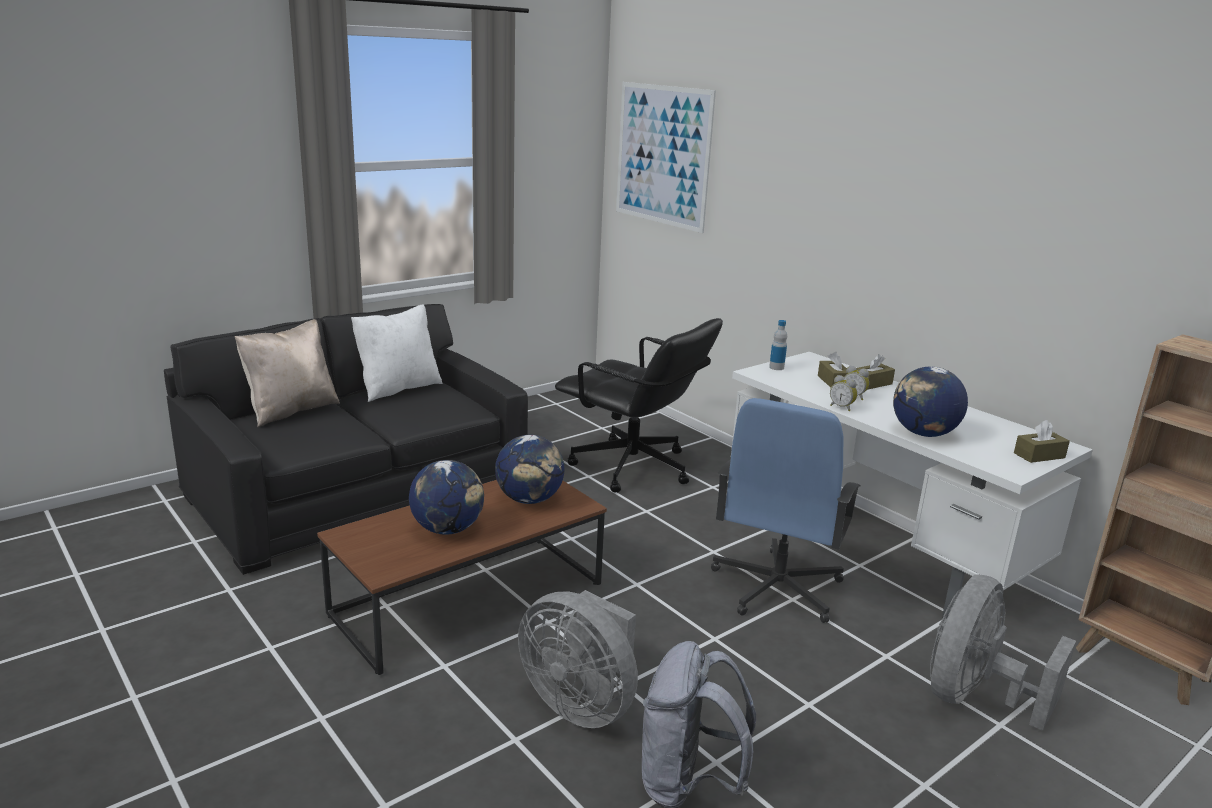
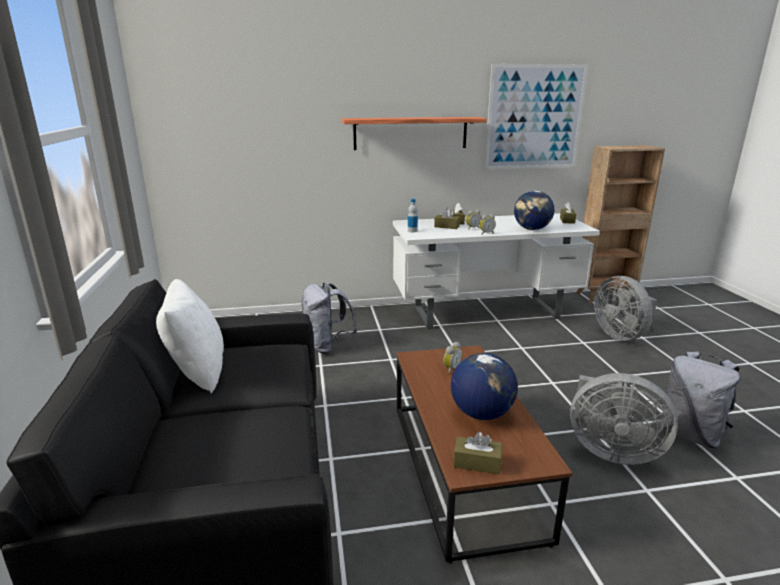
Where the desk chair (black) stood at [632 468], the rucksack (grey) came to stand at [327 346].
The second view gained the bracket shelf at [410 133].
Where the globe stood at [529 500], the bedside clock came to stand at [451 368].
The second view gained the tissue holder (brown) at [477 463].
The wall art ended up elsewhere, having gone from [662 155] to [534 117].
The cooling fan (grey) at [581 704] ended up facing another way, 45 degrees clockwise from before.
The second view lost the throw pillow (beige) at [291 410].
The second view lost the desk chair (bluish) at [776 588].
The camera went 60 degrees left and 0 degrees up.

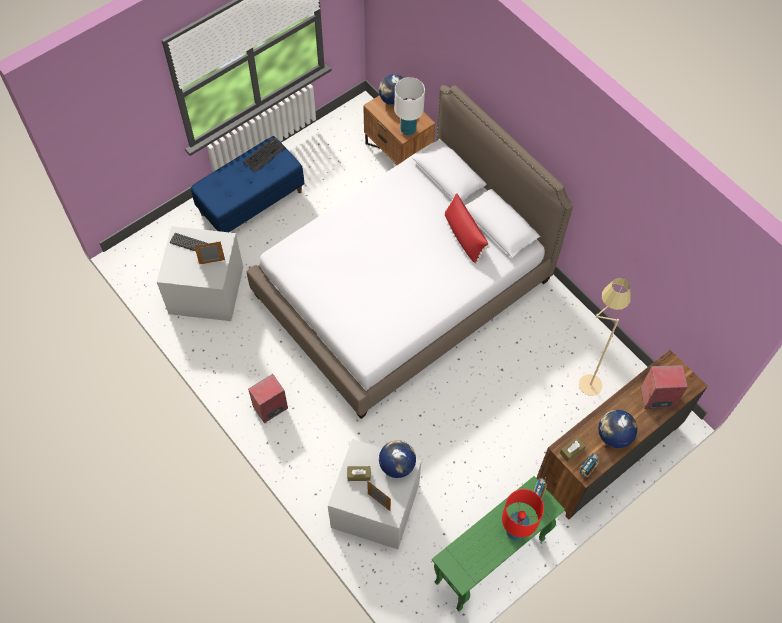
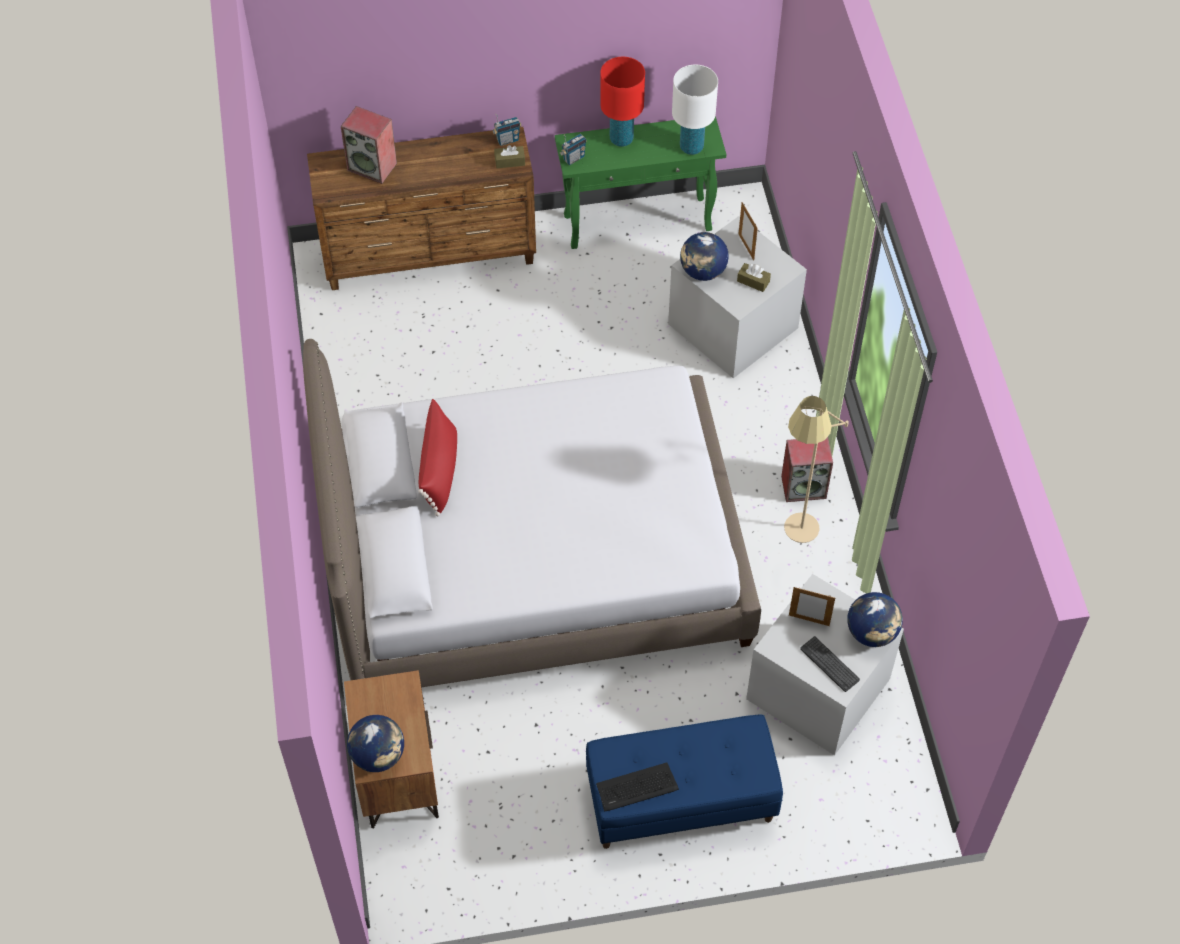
The tabletop lamp (white-coloured) ended up elsewhere, having gone from [408 129] to [691 147].
The standing lamp (beige) ended up elsewhere, having gone from [588 375] to [796 540].
The globe ended up elsewhere, having gone from [613 436] to [872 633].
The camera went 150 degrees left and 5 degrees down.

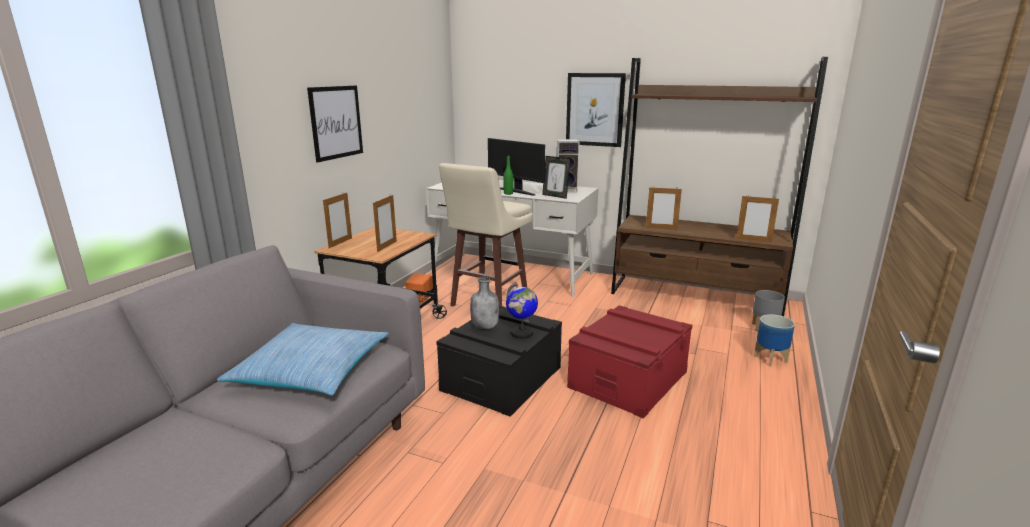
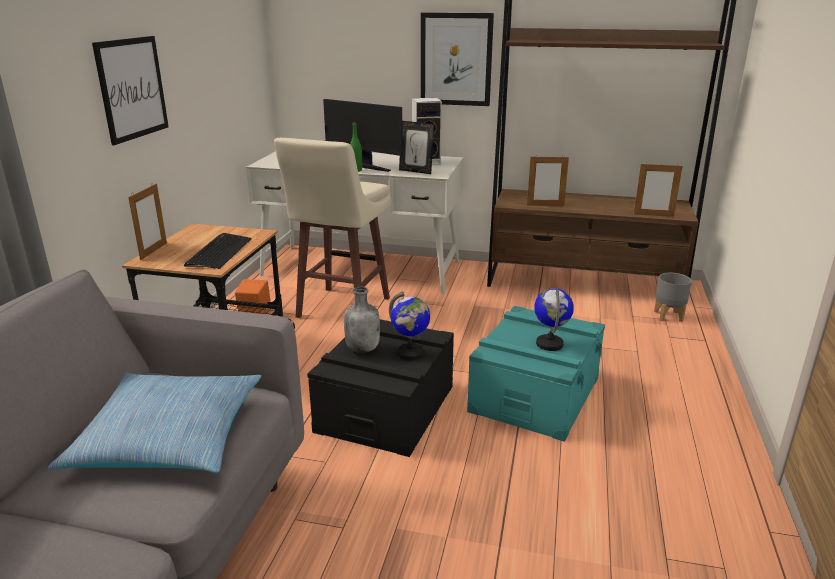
Where the picture frame stood at [387 246], the keyboard came to stand at [219 252].
What was the storage box (red-coloured) at [628 379] turned into the storage box (turquoise-coloured) at [535 394].
The second view gained the globe at [550 344].
The second view lost the flower pot at [770 359].
The camera went 10 degrees left and 5 degrees up.

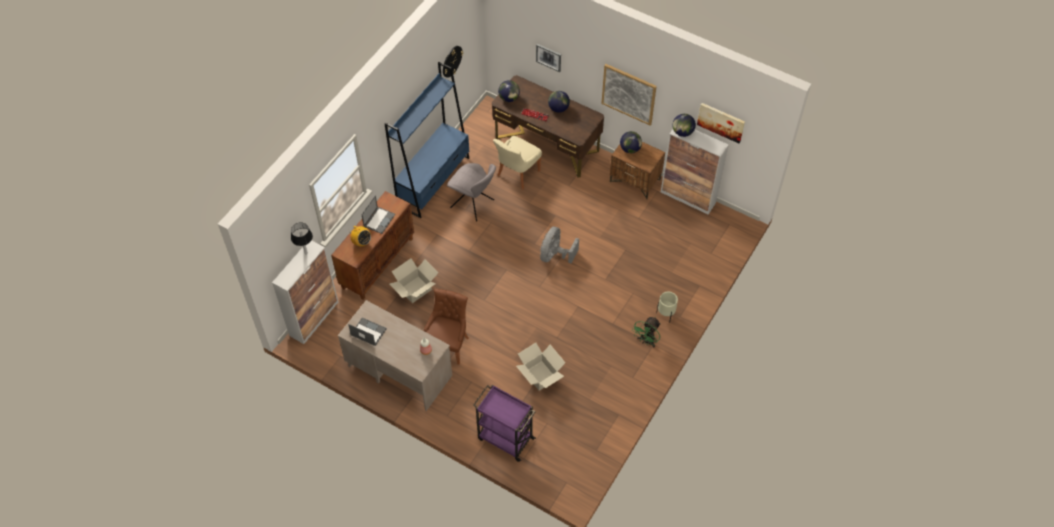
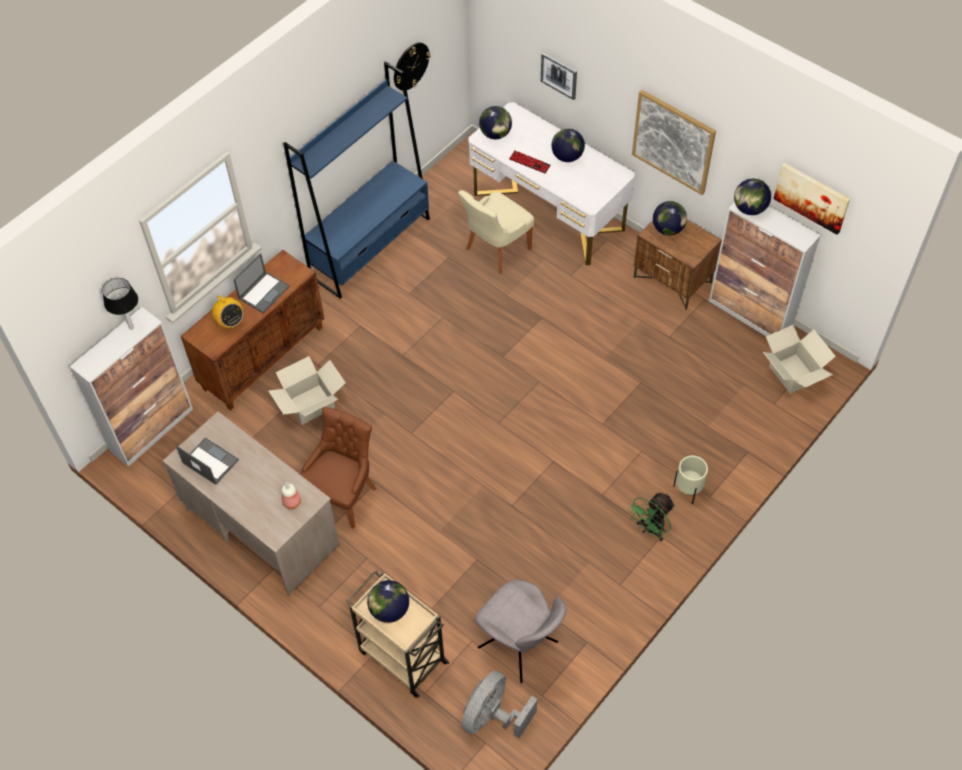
What was the cart (purplish) at [505 438] turned into the cart (beige) at [401 655].
The second view gained the globe at [389 609].
The cooling fan (grey) ended up elsewhere, having gone from [555 255] to [493 716].
What was the desk table (brown) at [547 144] turned into the desk table (white-coloured) at [548 211].
The plain chair (grey) ended up elsewhere, having gone from [473 204] to [520 647].
The packing box ended up elsewhere, having gone from [540 375] to [792 374].
The camera went 10 degrees right and 0 degrees up.

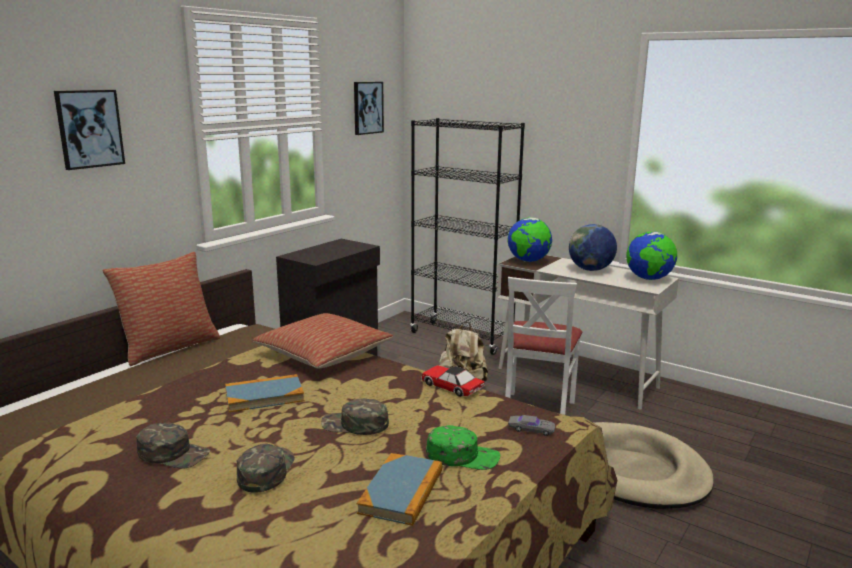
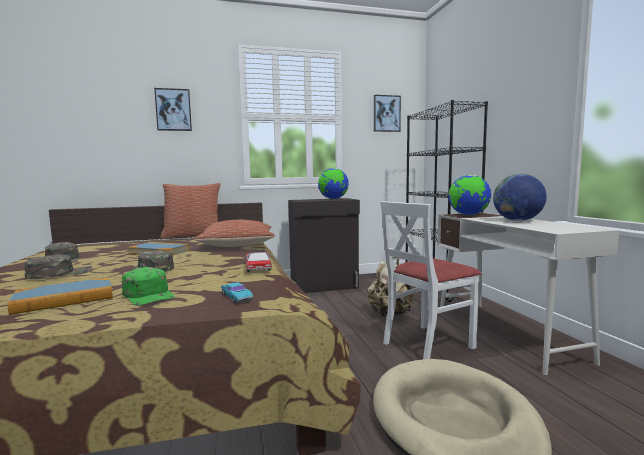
What was the miniature car (grey) at [531 429] turned into the miniature car (turquoise-coloured) at [236 296].
The globe ended up elsewhere, having gone from [648 279] to [333 199].
The camera went 40 degrees right and 10 degrees down.

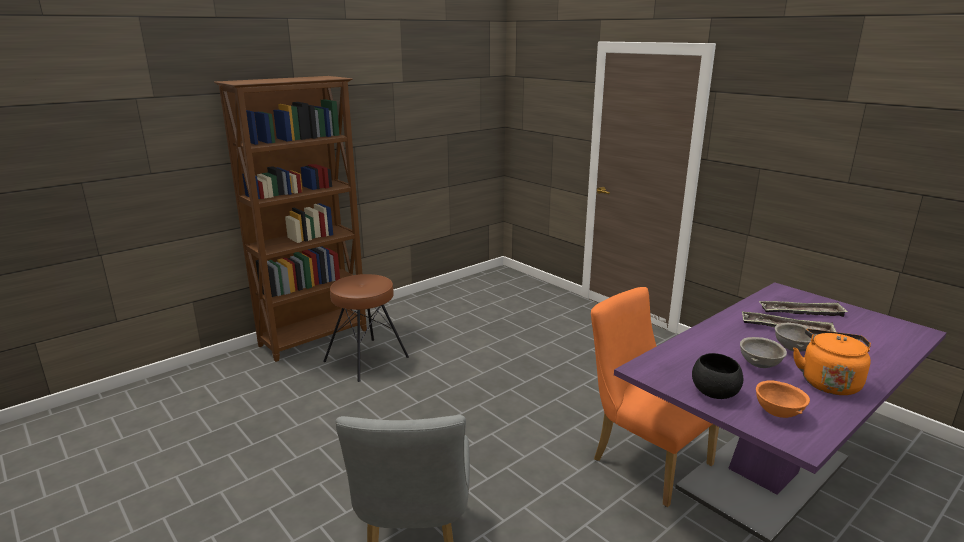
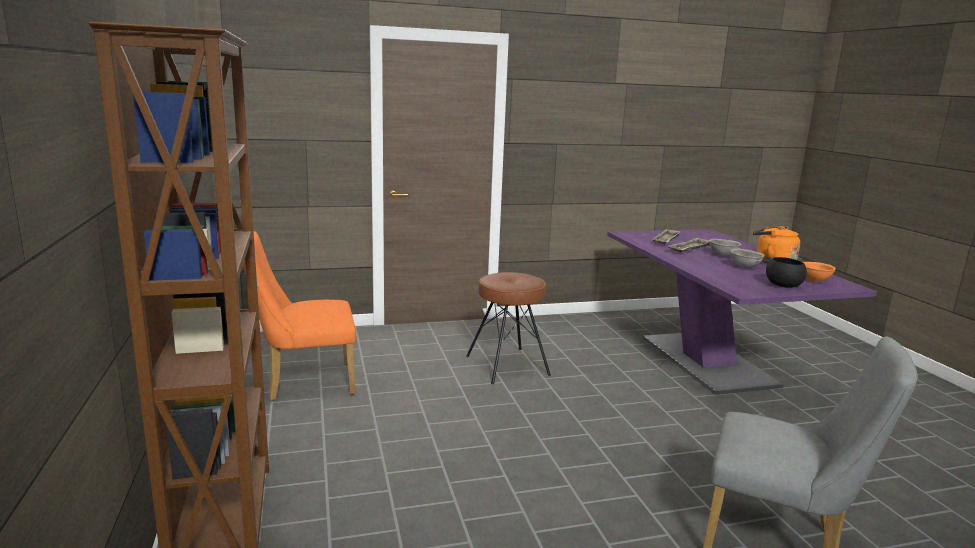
The plain chair (orange-coloured) ended up elsewhere, having gone from [644 460] to [303 382].
The sitting stool (brown) ended up elsewhere, having gone from [367 359] to [507 365].
The camera went 65 degrees left and 5 degrees down.

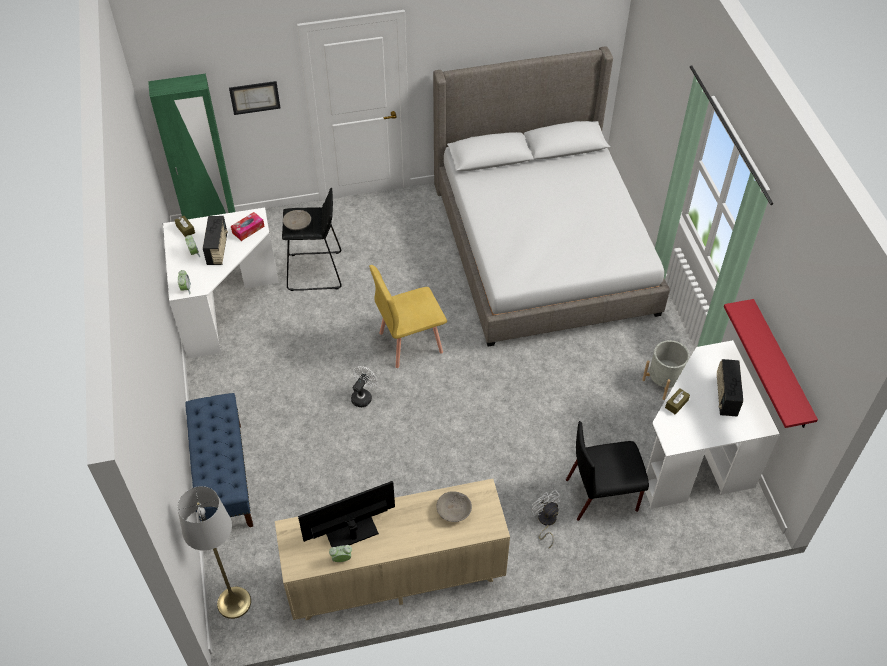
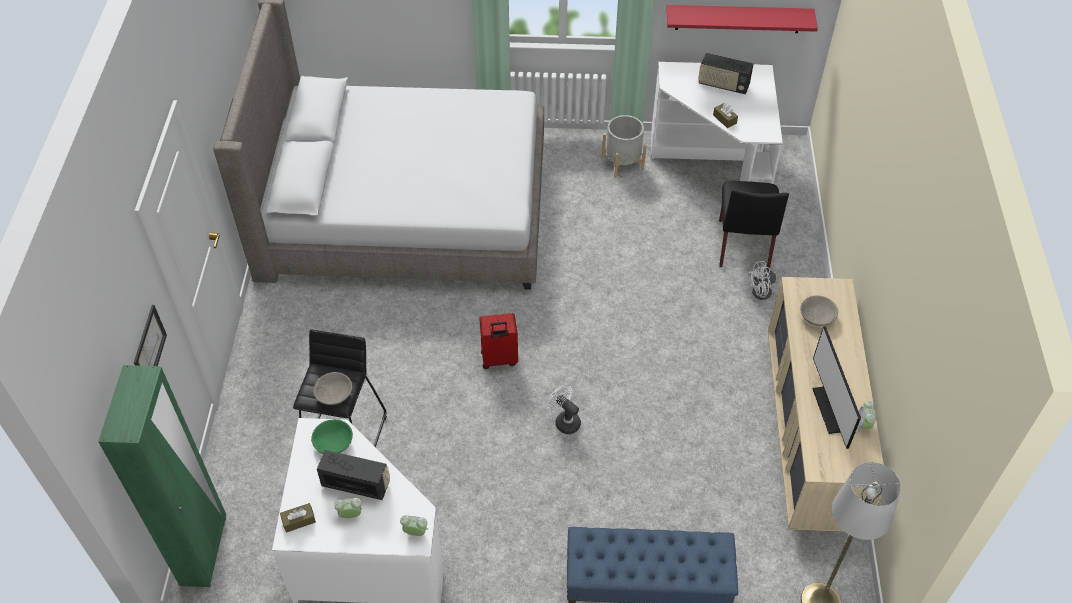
Where the tissue holder stood at [248 229], the serving bowl (green-coloured) came to stand at [333 443].
Where the plain chair (yellowish) stood at [410 342], the suitcase (red-coloured) came to stand at [499 359].
The camera went 75 degrees left and 0 degrees up.

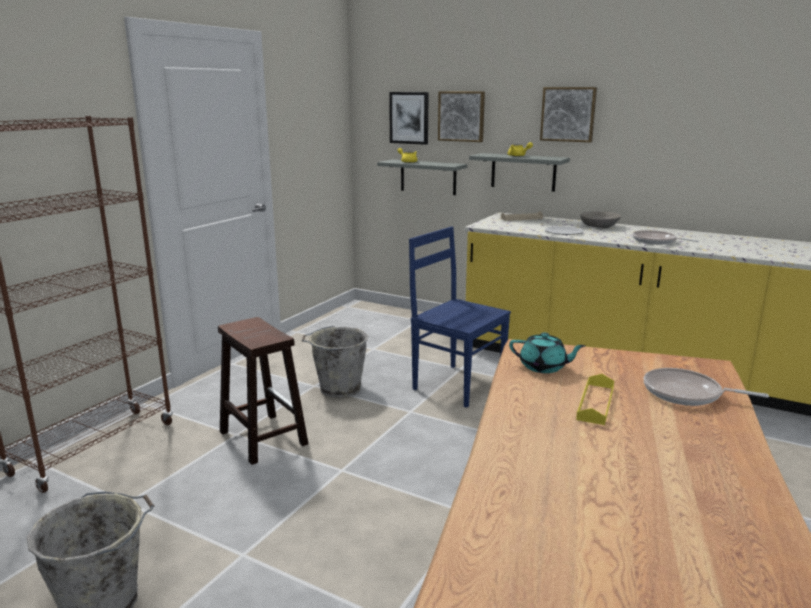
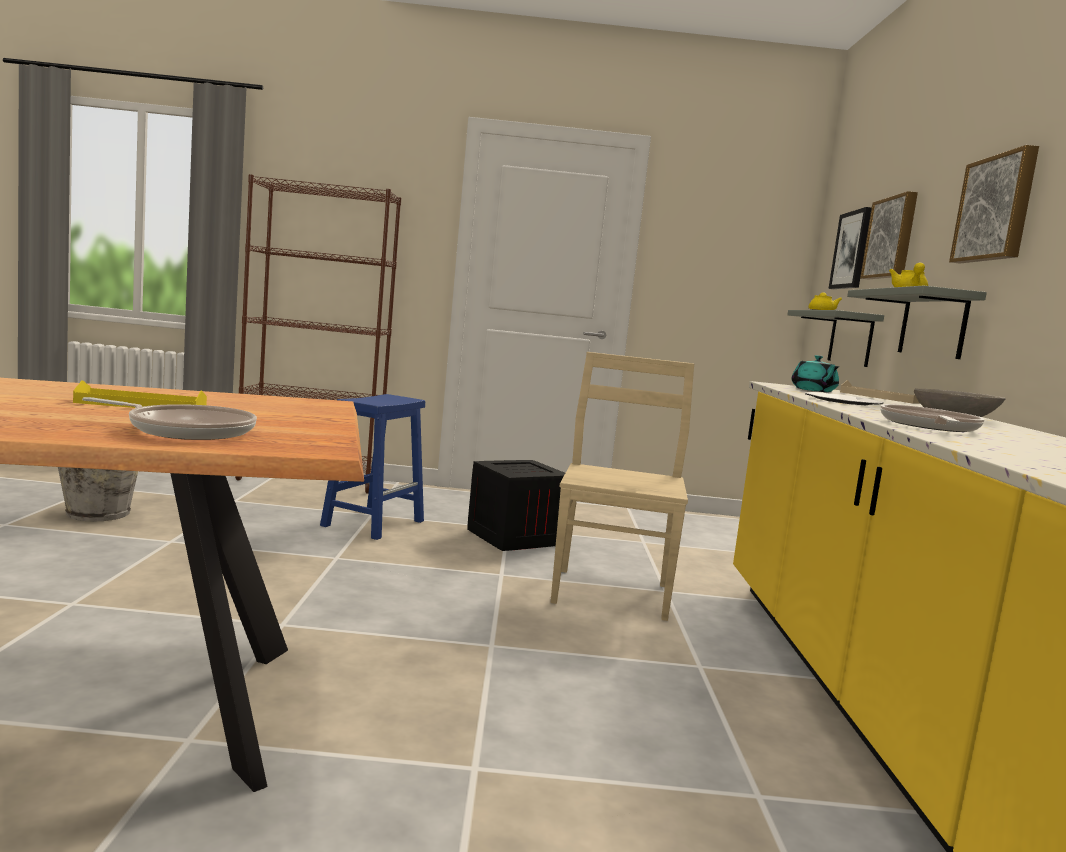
The skillet at [686 394] ended up facing another way, 105 degrees clockwise from before.
What was the sitting stool (brown) at [262 437] turned into the sitting stool (bluish) at [374 523].
Where the pail (grey) stood at [338 388], the shipping crate came to stand at [514 538].
What was the plain chair (bluish) at [456 384] turned into the plain chair (beige) at [611 592].
The pot for tea (turquoise-coloured) ended up elsewhere, having gone from [543 367] to [813 390].
The camera went 60 degrees right and 10 degrees down.

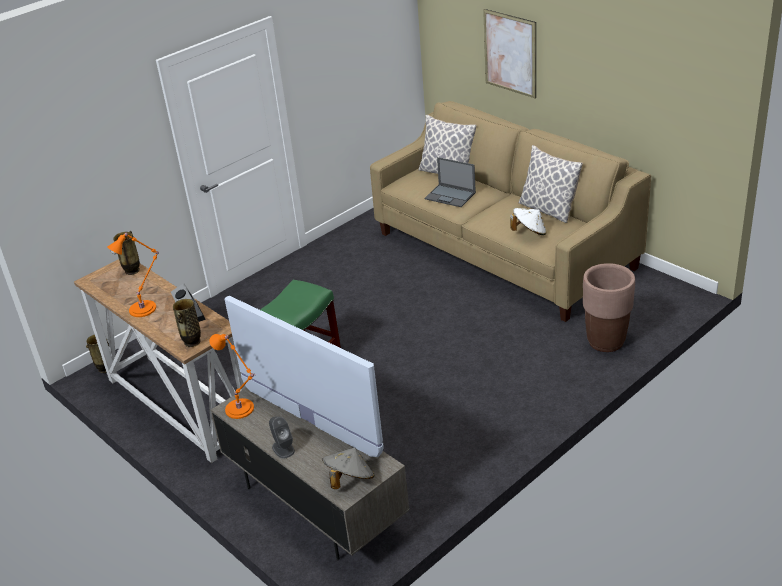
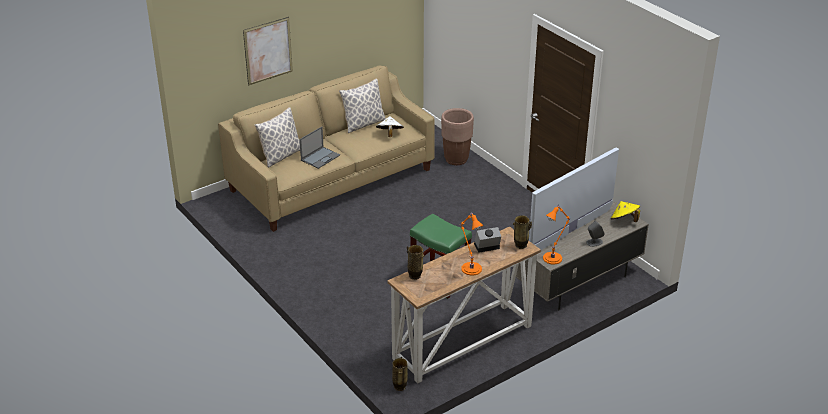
What was the clothing hat (grey) at [349 479] turned into the clothing hat (yellowish) at [624 220].
The camera went 85 degrees left and 0 degrees up.

